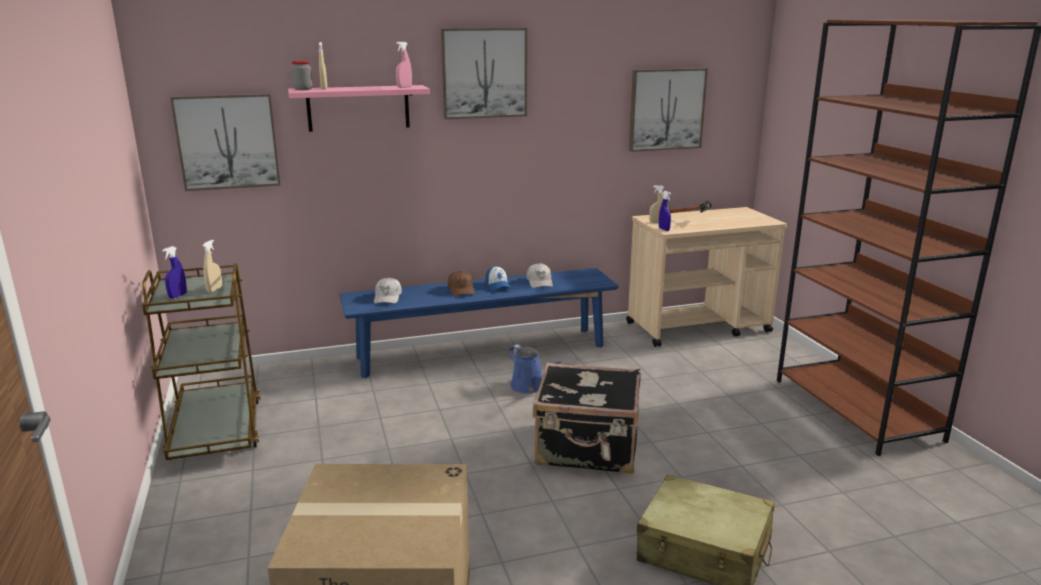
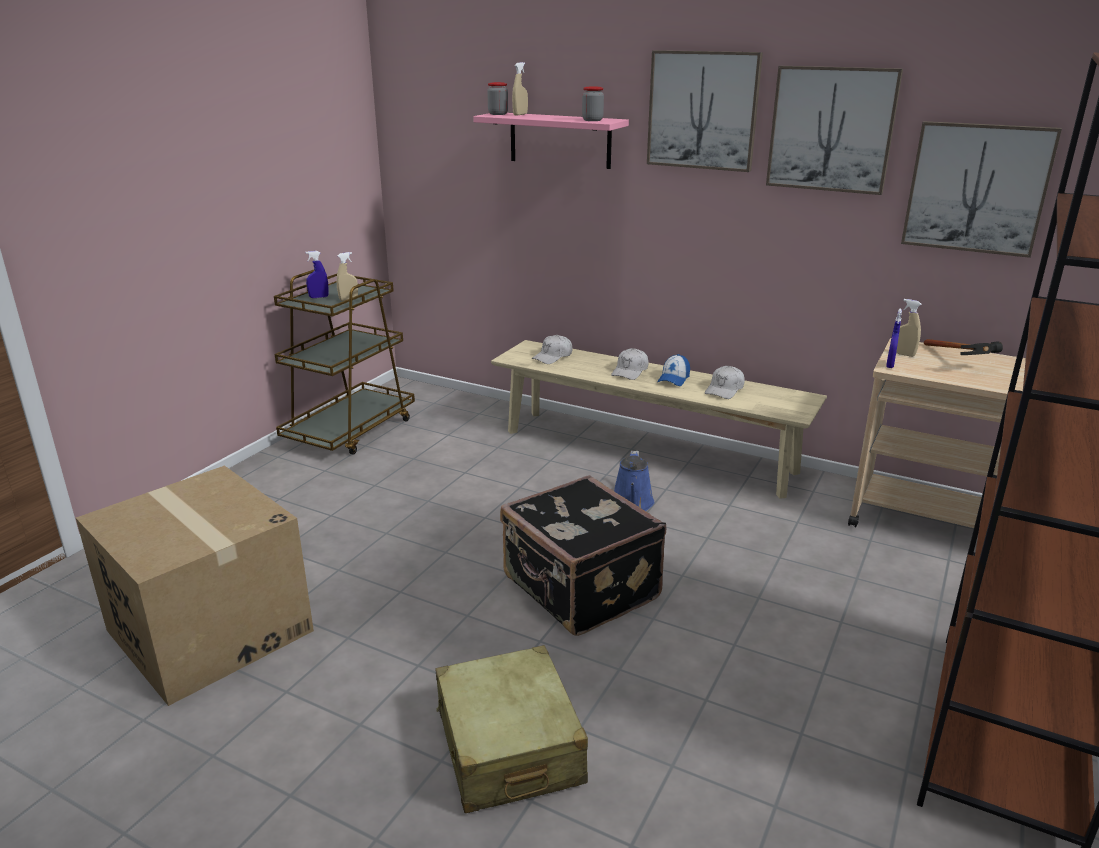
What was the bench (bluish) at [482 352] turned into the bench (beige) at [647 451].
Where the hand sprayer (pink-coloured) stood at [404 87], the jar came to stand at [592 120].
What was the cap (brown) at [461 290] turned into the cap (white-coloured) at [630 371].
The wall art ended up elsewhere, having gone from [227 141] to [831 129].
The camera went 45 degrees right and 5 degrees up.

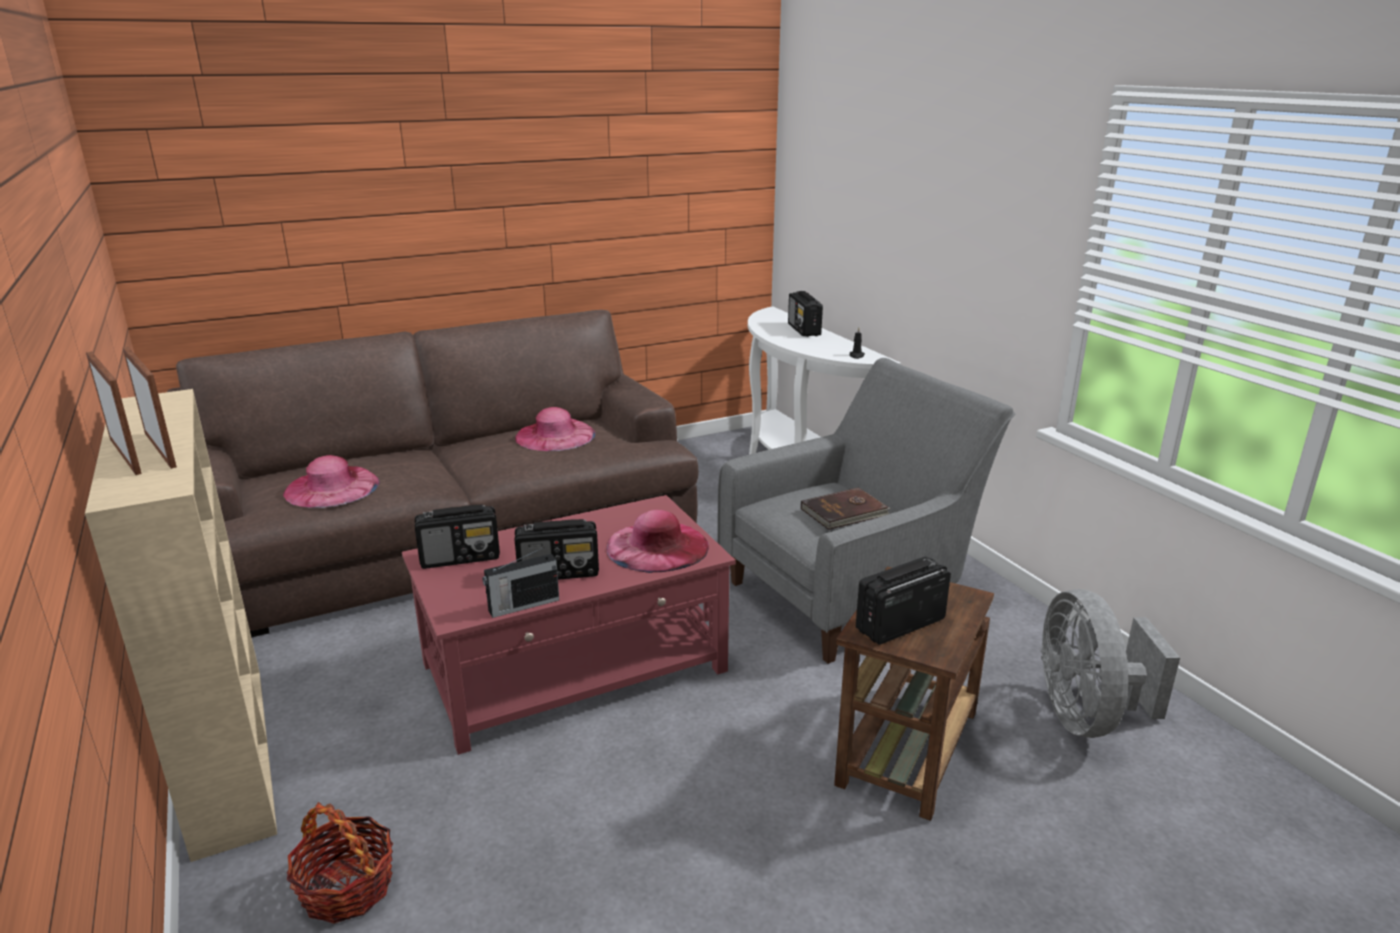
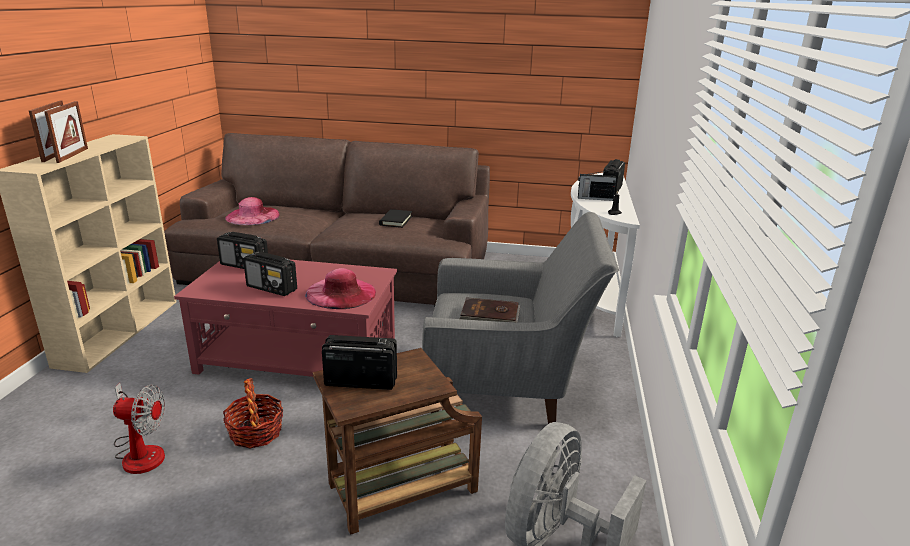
The second view gained the cooling fan at [141 451].
The basket ended up elsewhere, having gone from [346 888] to [255 432].
Where the clothing hat (pink-coloured) stood at [555 435], the bound book (black) came to stand at [395 220].
The radio set ended up elsewhere, having gone from [522 605] to [594 198].
The camera went 35 degrees right and 0 degrees up.

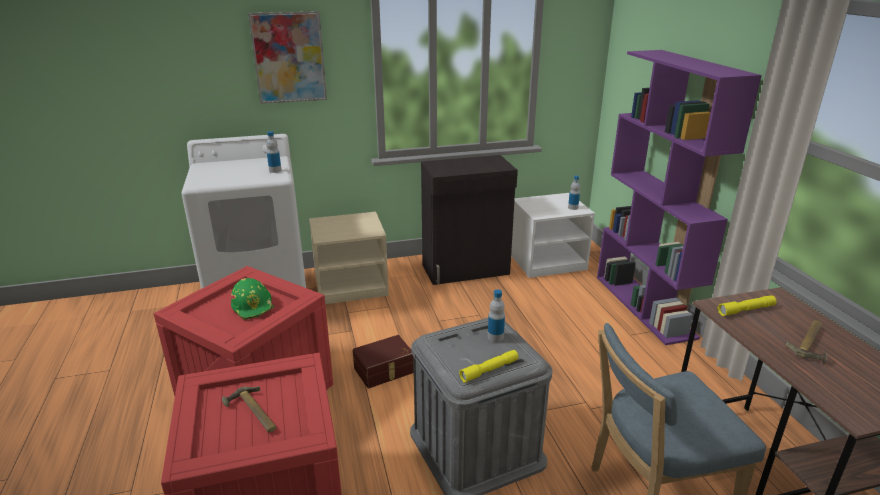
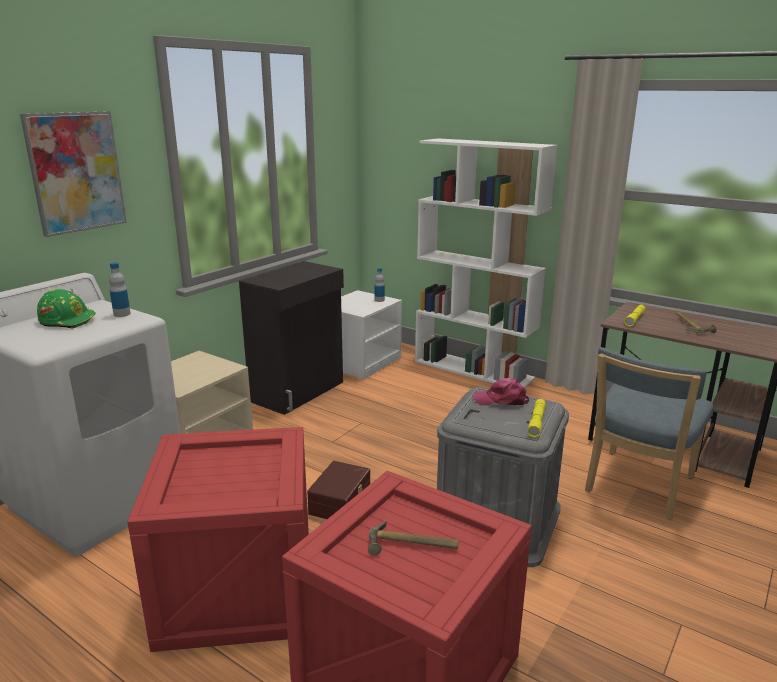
The hard hat (green-coloured) ended up elsewhere, having gone from [253 306] to [68 320].
What was the bookcase (purplish) at [644 306] turned into the bookcase (white-coloured) at [474 370].
Where the bottle stood at [495 337], the cap (pink-coloured) came to stand at [501 400].
The camera went 40 degrees left and 5 degrees down.

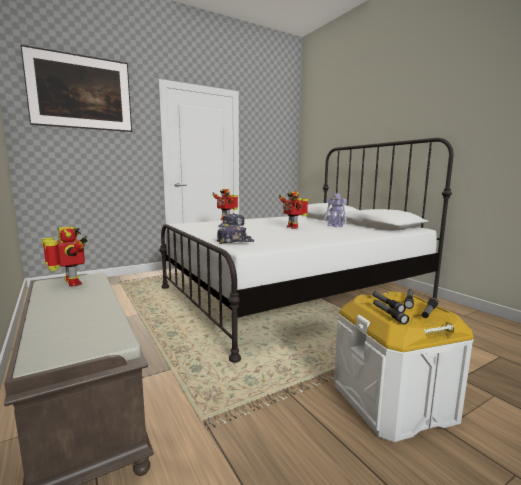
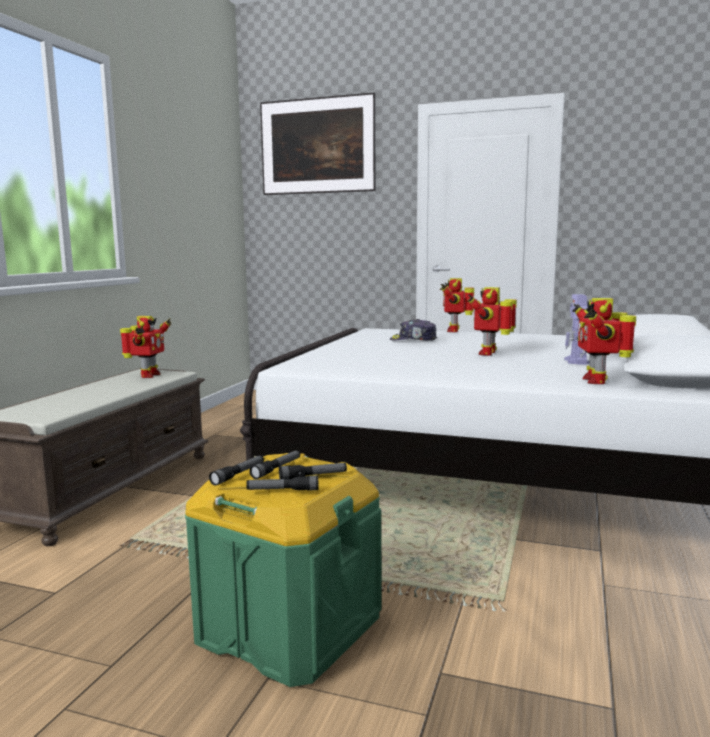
What was the storage box (white-coloured) at [393 401] turned into the storage box (green-coloured) at [288 627].
The second view gained the model robot at [597 380].
The second view lost the cap at [235 242].
The camera went 50 degrees right and 0 degrees up.

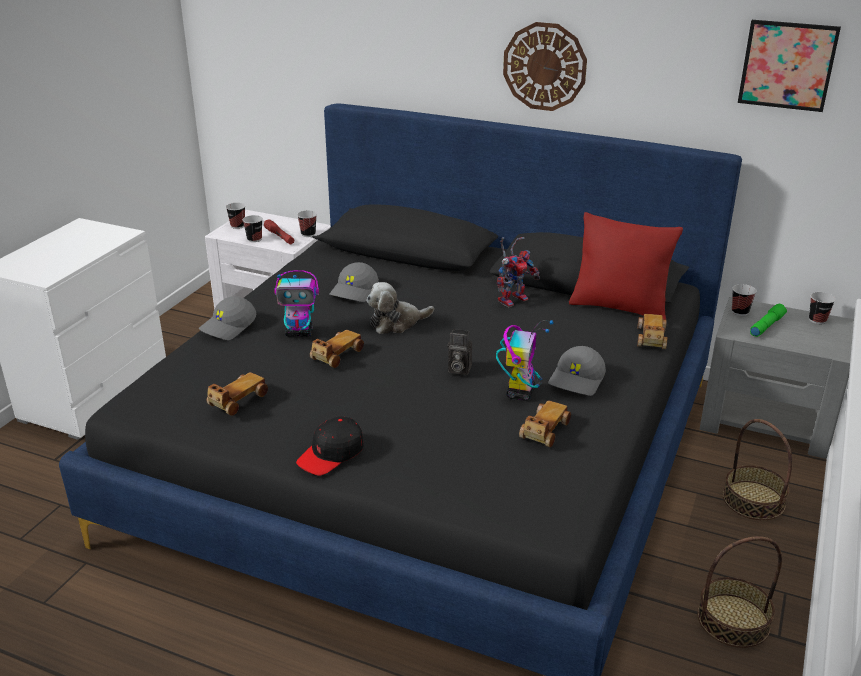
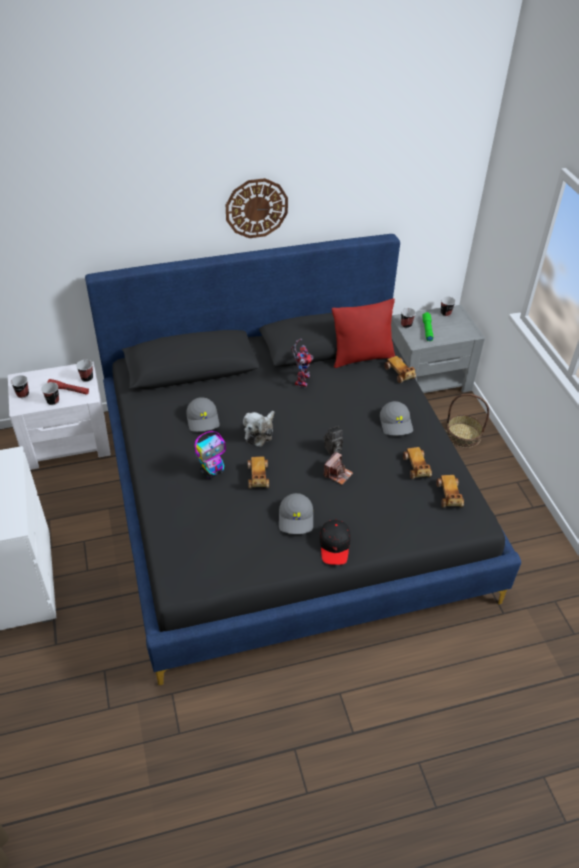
The cap (grey) ended up elsewhere, having gone from [229 327] to [296 519].
The second view gained the still camera at [337 474].
The miniature car ended up elsewhere, having gone from [237 400] to [449 496].
The second view lost the model robot at [520 392].
The second view lost the basket at [733 620].
The second view lost the wall art at [787 65].
The camera went 40 degrees left and 15 degrees up.

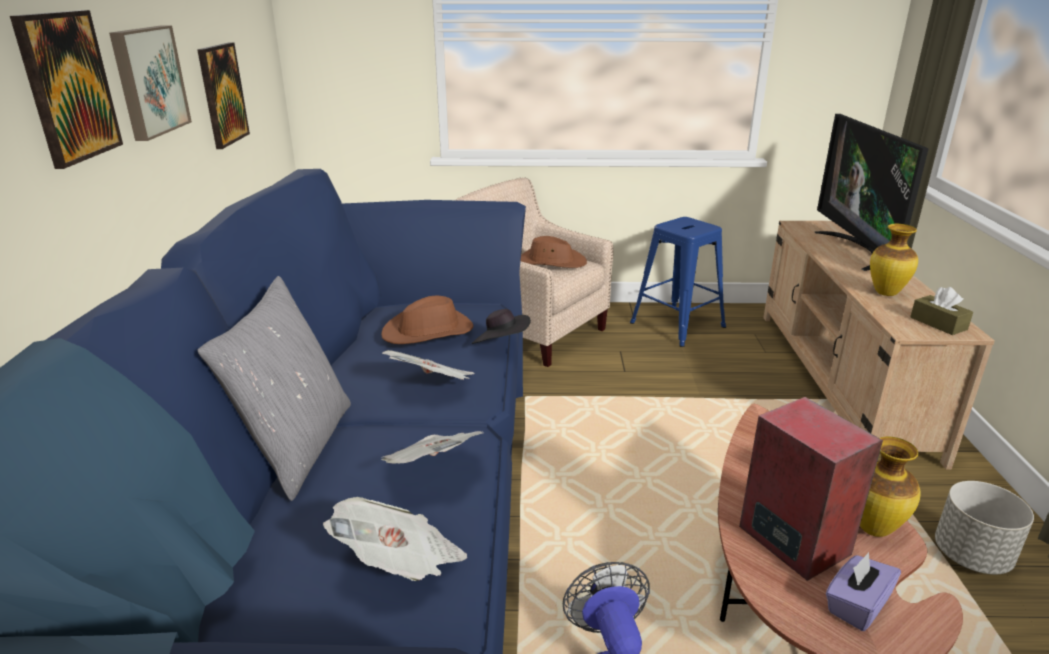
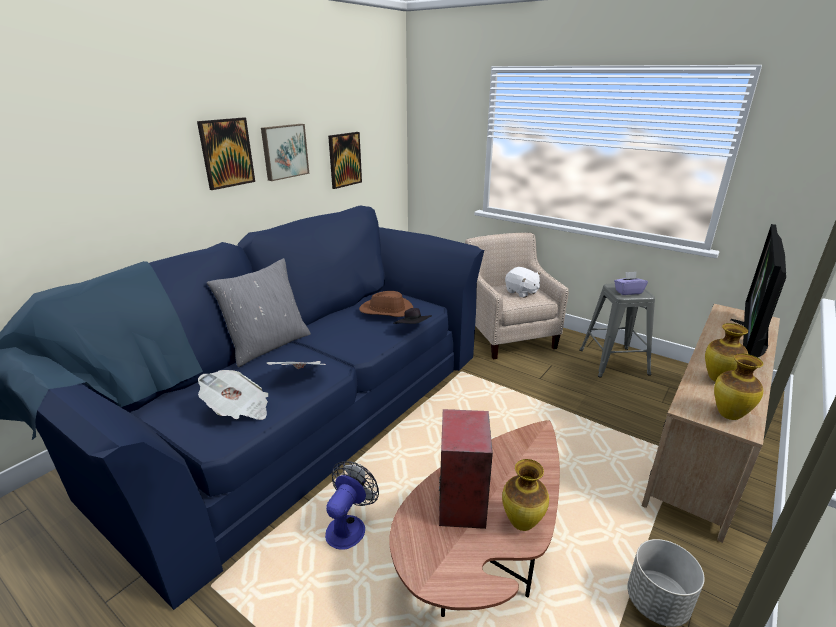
Where the clothing hat (brown) stood at [551 262], the cuddly toy (white-coloured) came to stand at [521 292].
What was the sitting stool (bluish) at [677 325] turned into the sitting stool (grey) at [613 362].
The tissue holder (purplish) ended up elsewhere, having gone from [856 605] to [628 292].
Where the tissue holder (brown) stood at [938 323], the decorative vase came to stand at [728 415].
The second view lost the printed paper at [433 386].
The camera went 35 degrees right and 0 degrees up.

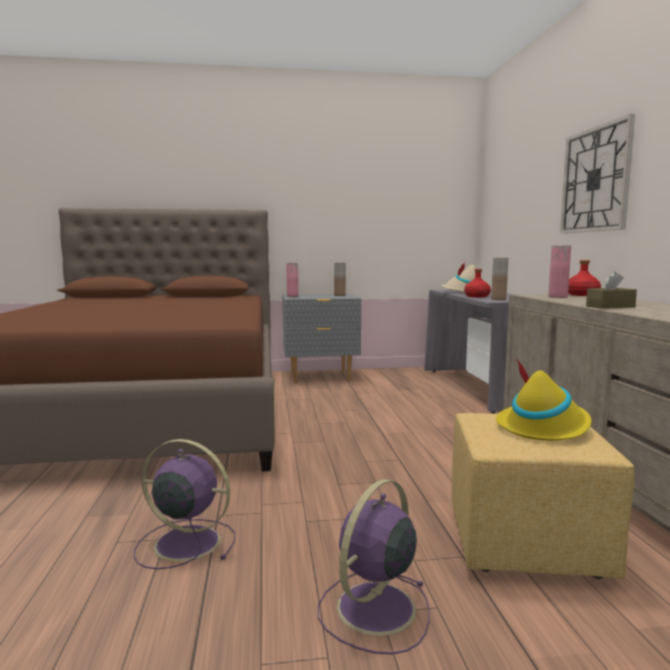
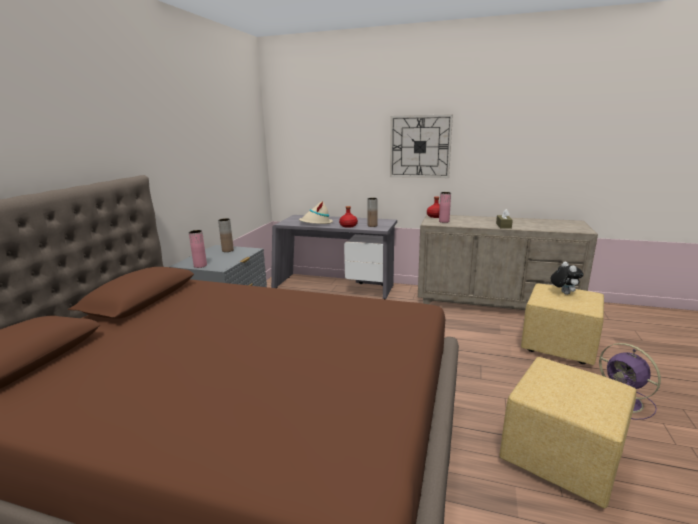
Where the cooling fan (purplish) stood at [184 543], the pouffe (yellowish) came to stand at [562 458].
Where the clothing hat (yellowish) stood at [543 427], the cuddly toy came to stand at [563 293].
The camera went 65 degrees left and 10 degrees up.

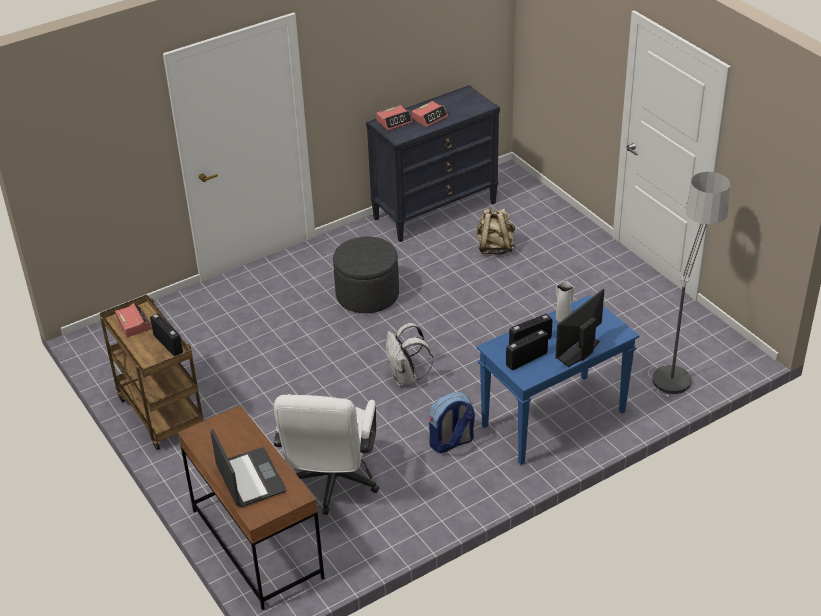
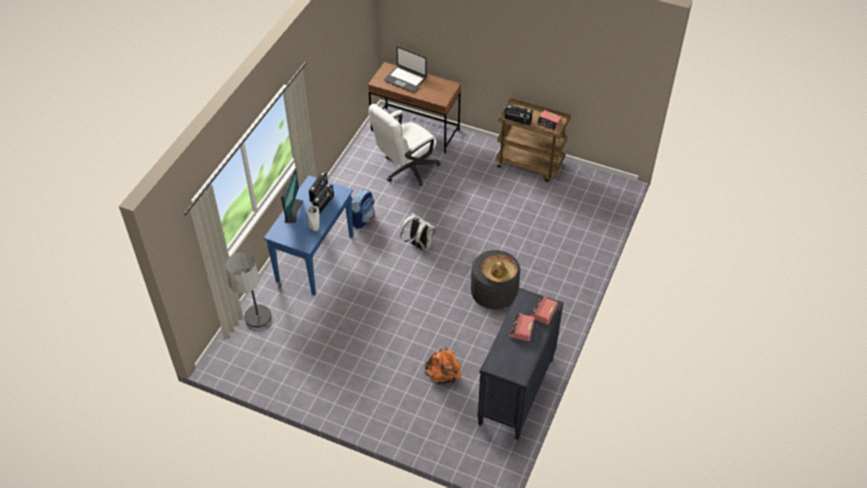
The desk chair (white-coloured) at [332 485] ended up facing another way, 105 degrees counterclockwise from before.
What was the rucksack (beige) at [495 248] turned into the rucksack (orange-coloured) at [444 376].
The second view gained the clothing hat at [499 272].
The camera went 145 degrees right and 10 degrees up.

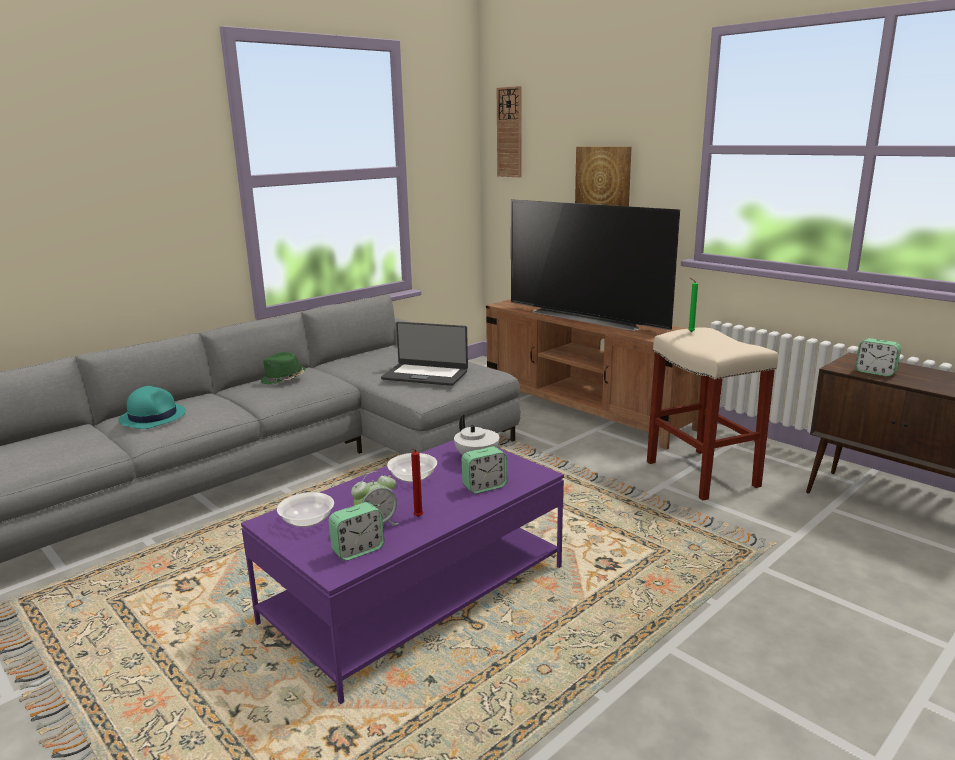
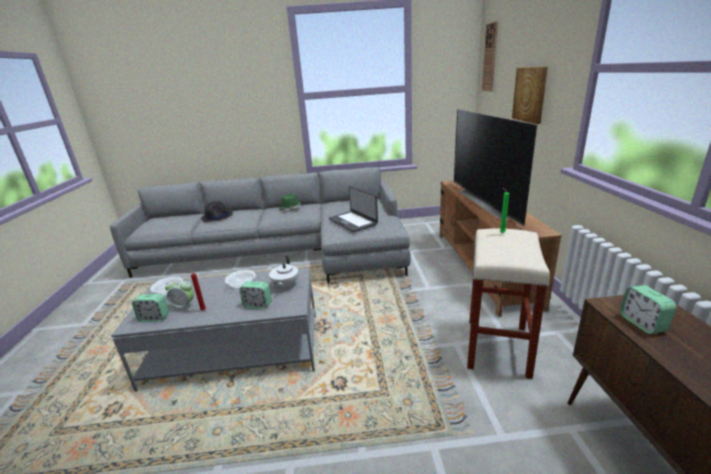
What was the lounge table (purplish) at [417 594] turned into the lounge table (grey) at [236 350].
What was the clothing hat (turquoise-coloured) at [153 416] turned into the clothing hat (black) at [217 216].
The camera went 40 degrees right and 5 degrees up.

